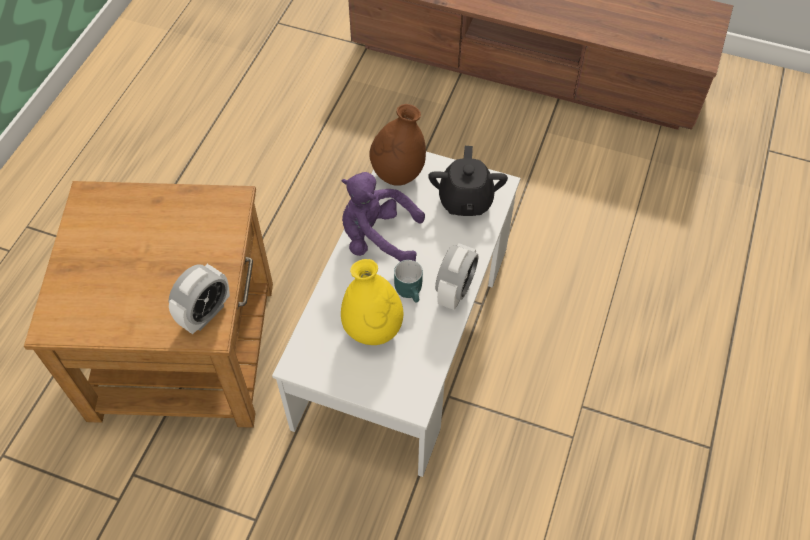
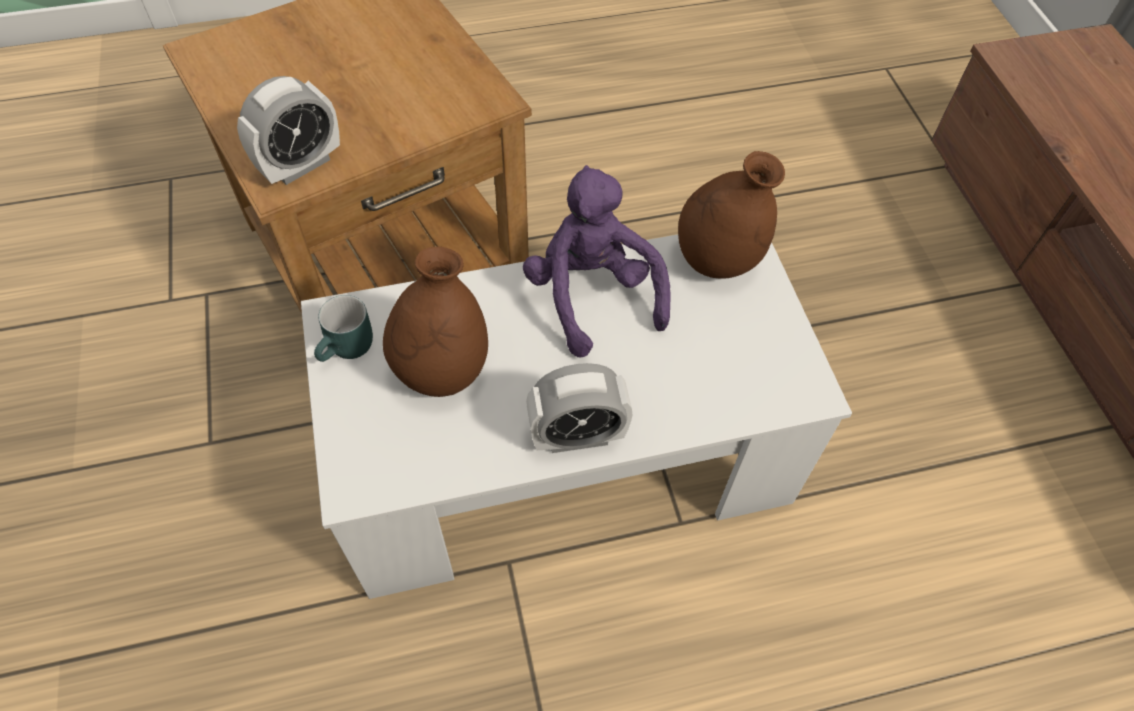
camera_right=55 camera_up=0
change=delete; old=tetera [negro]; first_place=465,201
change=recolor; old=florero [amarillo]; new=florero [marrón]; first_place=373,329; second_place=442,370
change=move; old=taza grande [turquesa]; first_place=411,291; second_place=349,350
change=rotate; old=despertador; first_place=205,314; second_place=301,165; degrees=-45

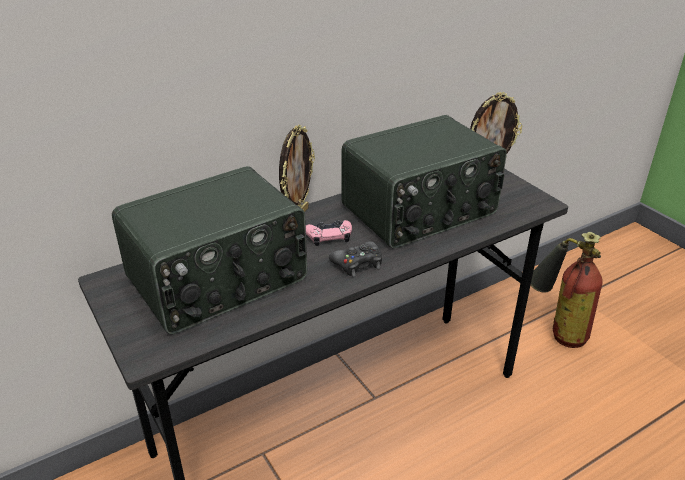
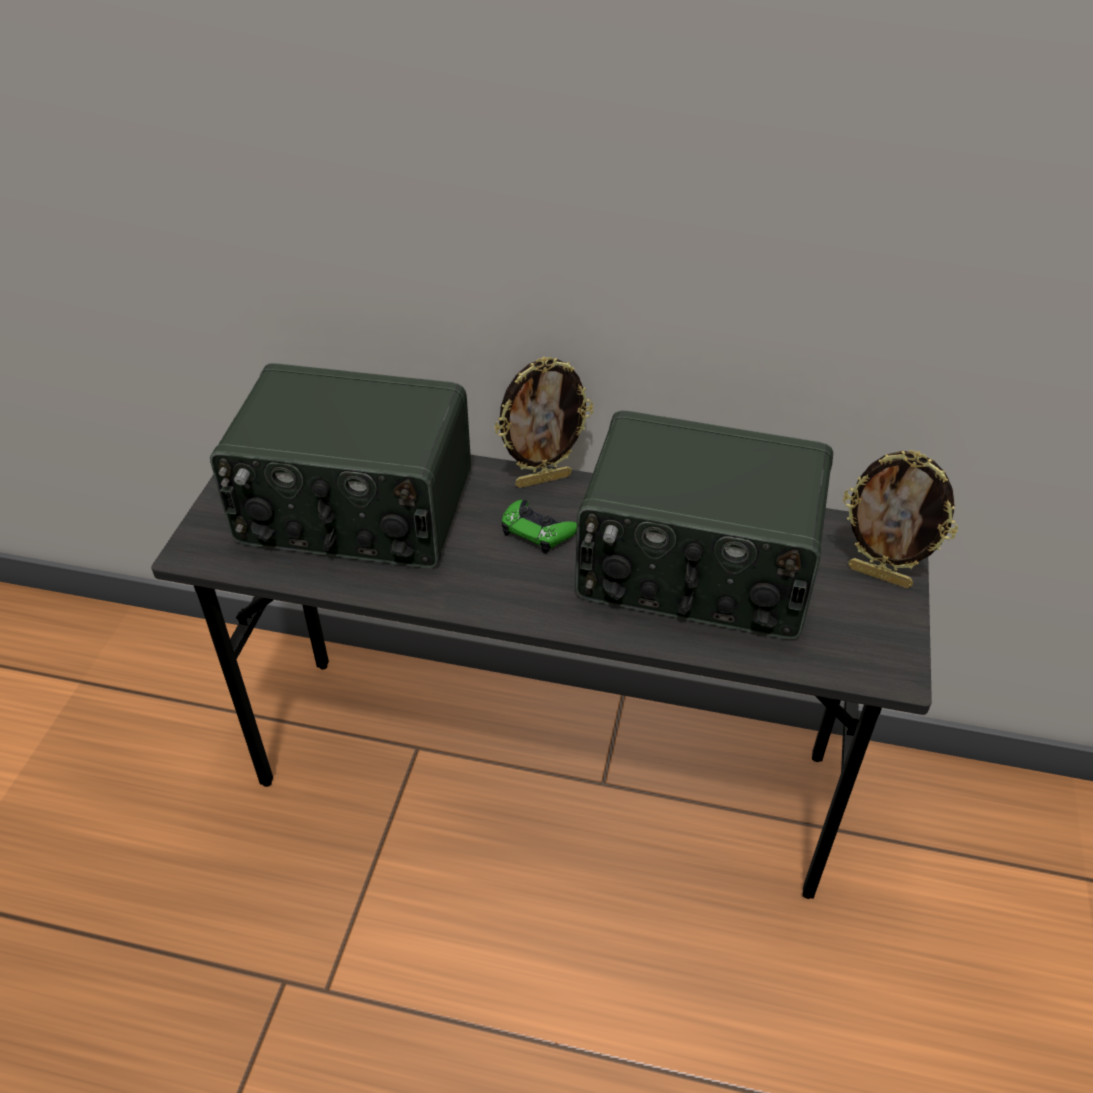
camera_right=45 camera_up=10
change=recolor; old=mando de consola [rosa]; new=mando de consola [verde]; first_place=329,236; second_place=537,531
change=delete; old=extintor; first_place=556,330
change=delete; old=mando de consola [negro]; first_place=358,264

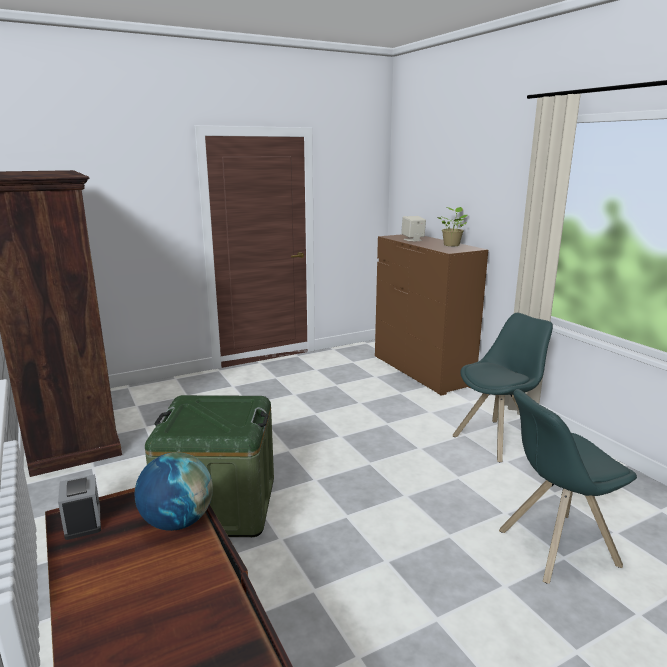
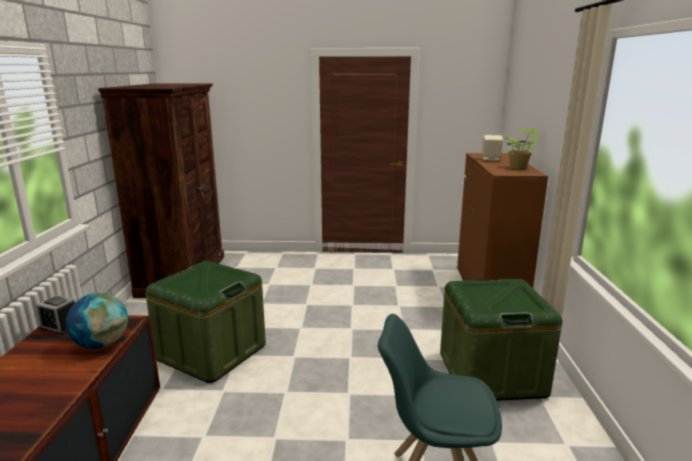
camera_right=30 camera_up=0
change=replace; old=silla [turquesa]; new=caja de almacenaje [verde]; first_place=496,439; second_place=491,374
change=rotate; old=despertador; first_place=83,522; second_place=60,327; degrees=105

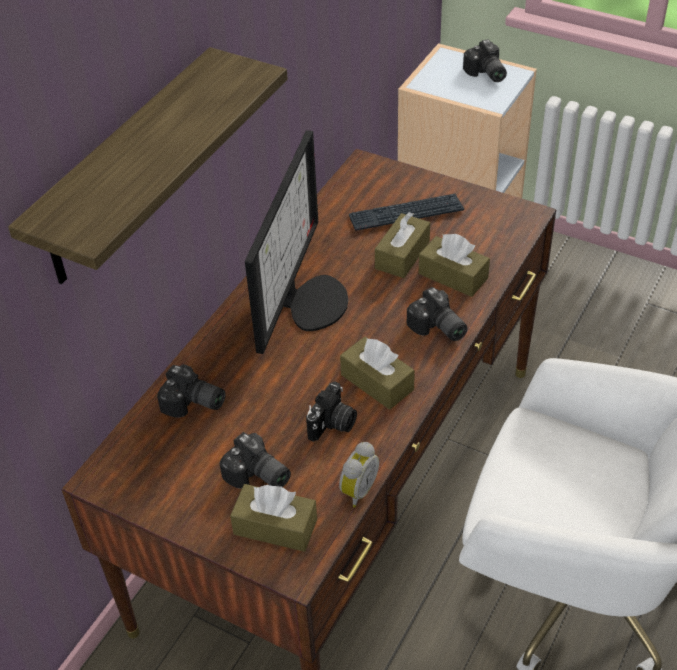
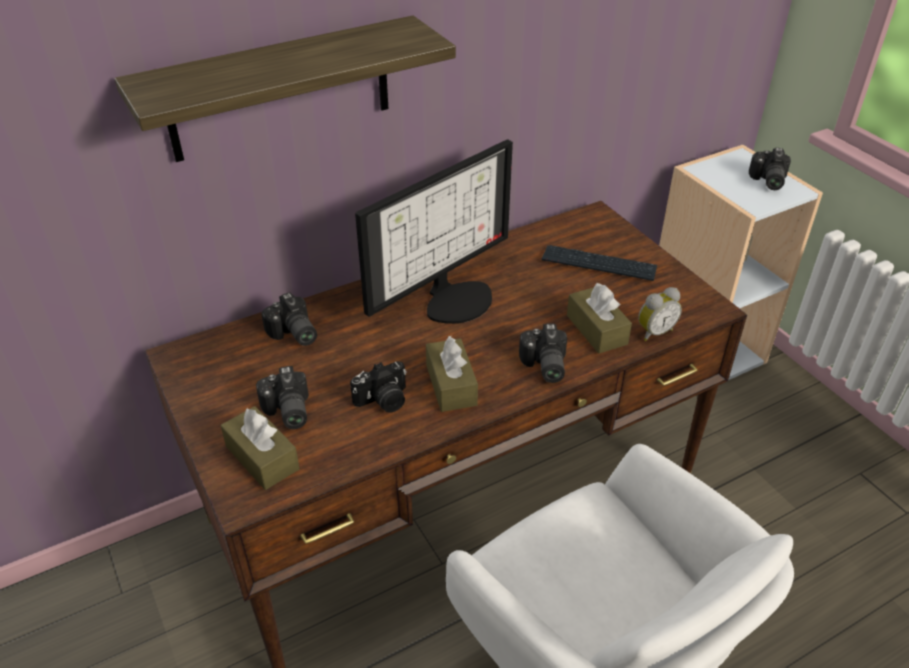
camera_right=30 camera_up=-5
change=delete; old=caja de pañuelos [marrón]; first_place=402,255
change=move; old=despertador; first_place=357,490; second_place=654,332

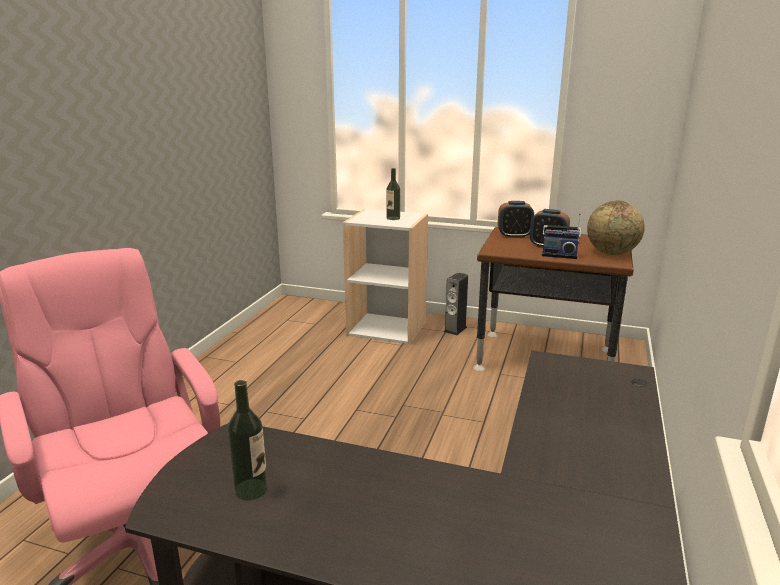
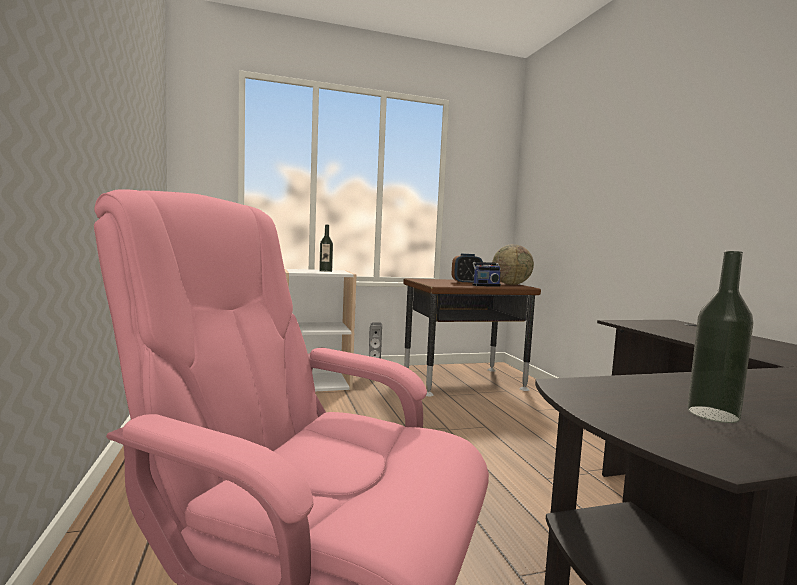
camera_right=-35 camera_up=-15
change=delete; old=despertador; first_place=514,236

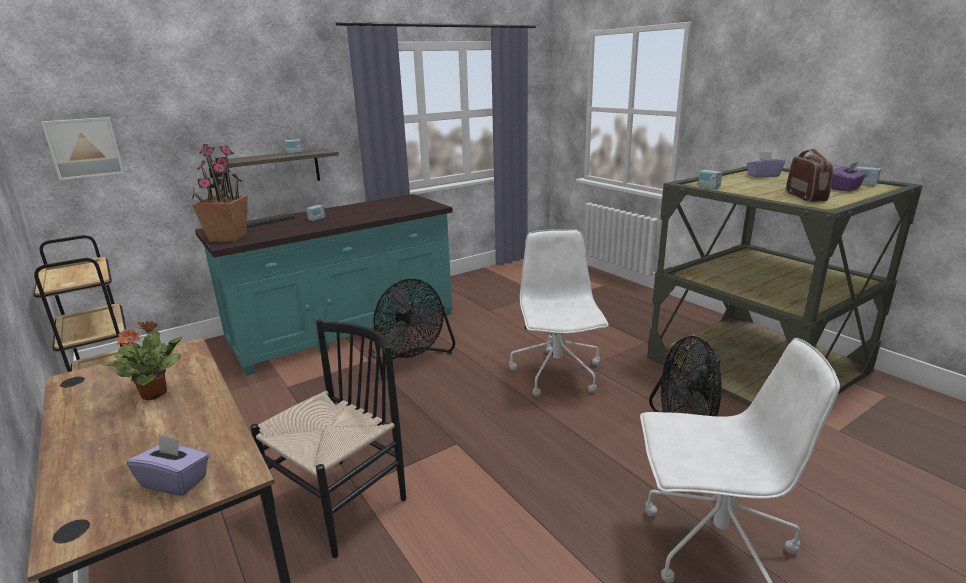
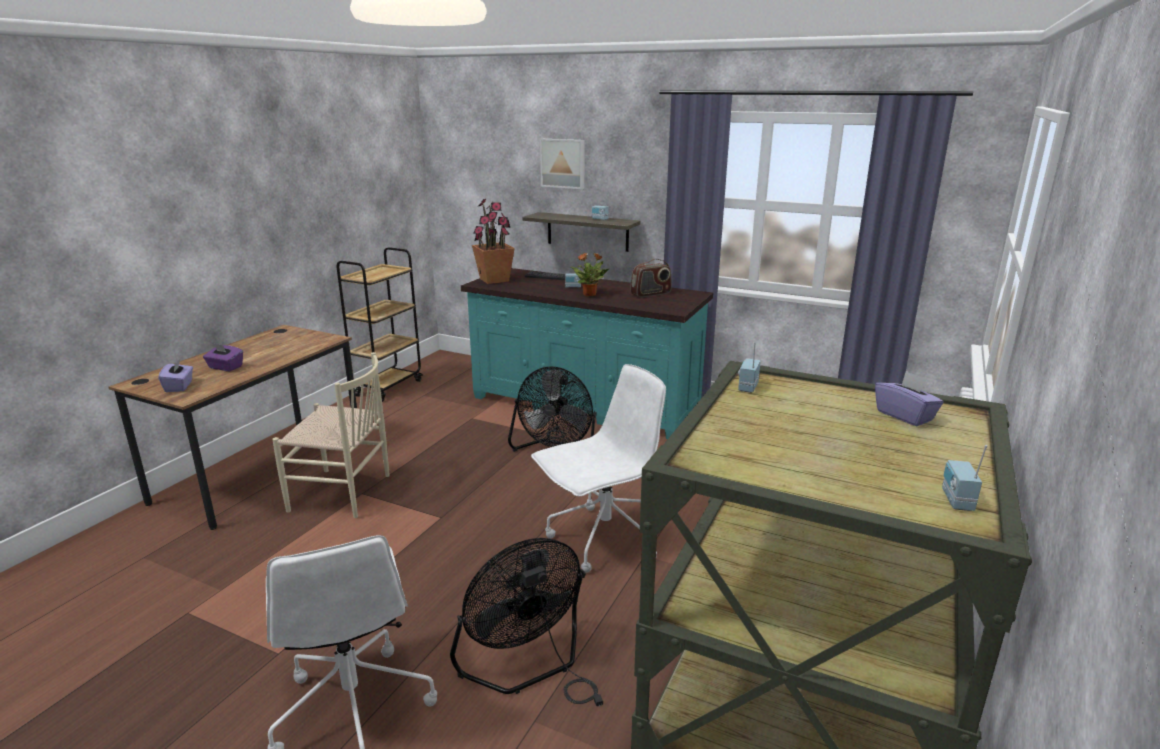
camera_right=60 camera_up=0
change=move; old=cuadro; first_place=84,148; second_place=563,163
change=move; old=radio; first_place=806,197; second_place=651,294
change=move; old=caja de pañuelos [morado]; first_place=845,188; second_place=225,367
change=recolor; old=silla [negro]; new=silla [beis]; first_place=343,501; second_place=344,494
change=move; old=planta en maceta; first_place=155,393; second_place=590,294

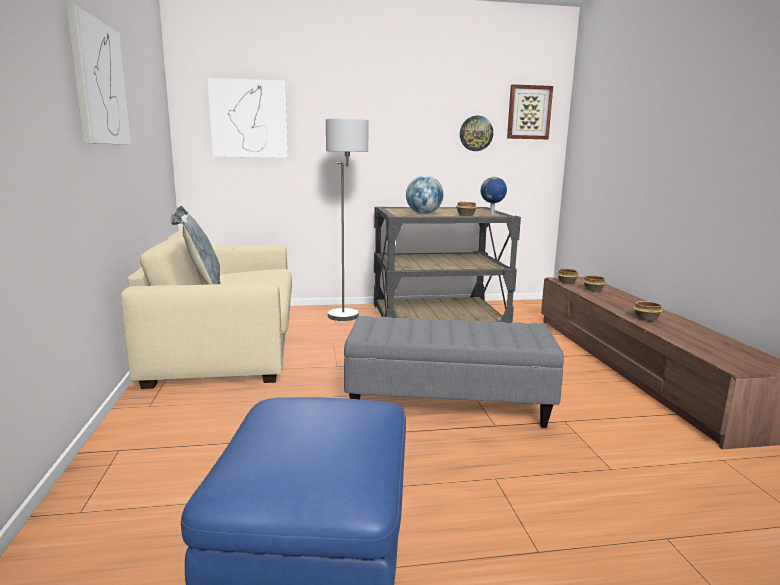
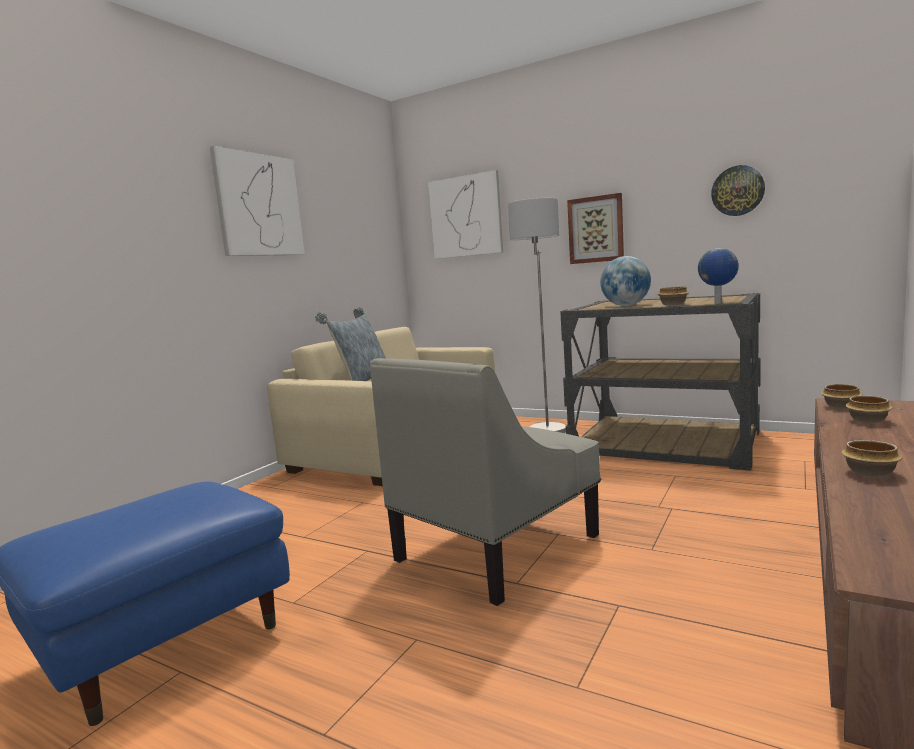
camera_right=40 camera_up=-5
change=move; old=cuadro; first_place=529,112; second_place=596,229
change=replace; old=puf [gris]; new=sillón [gris]; first_place=447,407; second_place=498,547

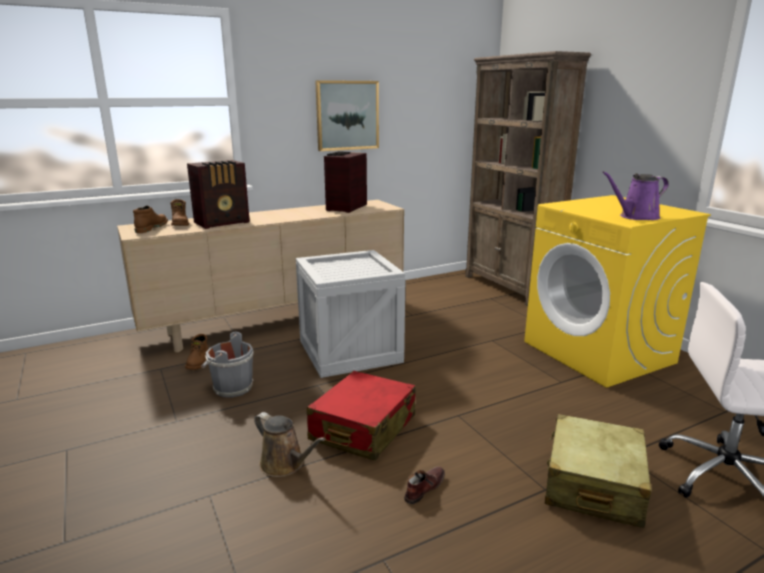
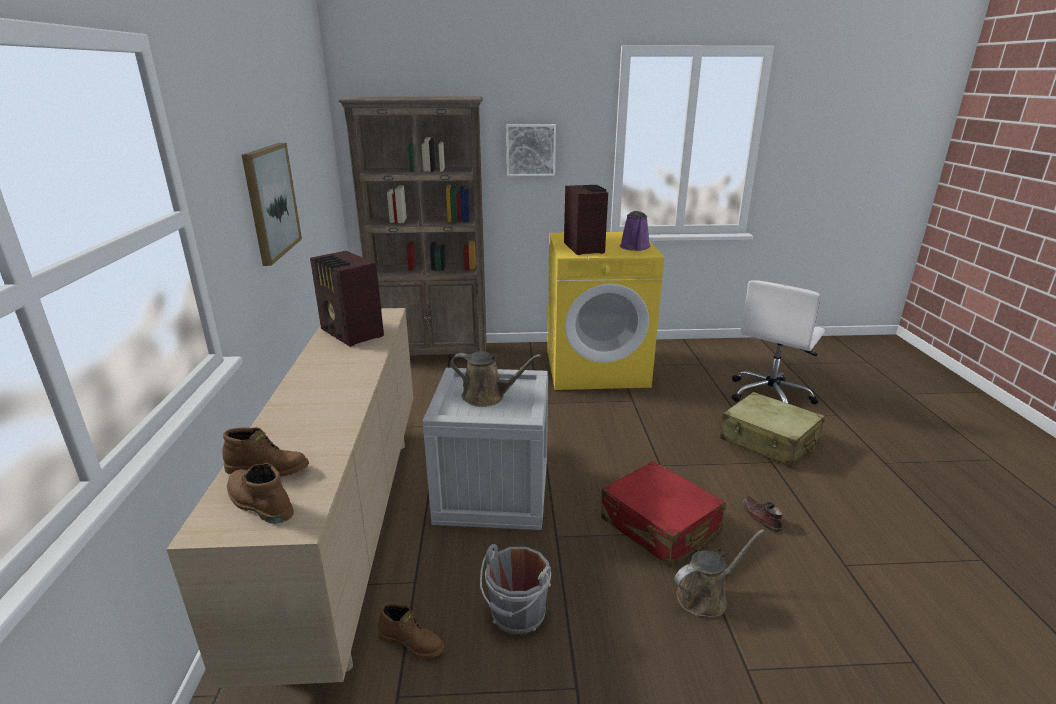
camera_right=-65 camera_up=5
change=move; old=radio; first_place=223,223; second_place=584,248
change=insert; new=cuadro; second_place=530,150
change=insert; new=regadera [marrón]; second_place=487,397

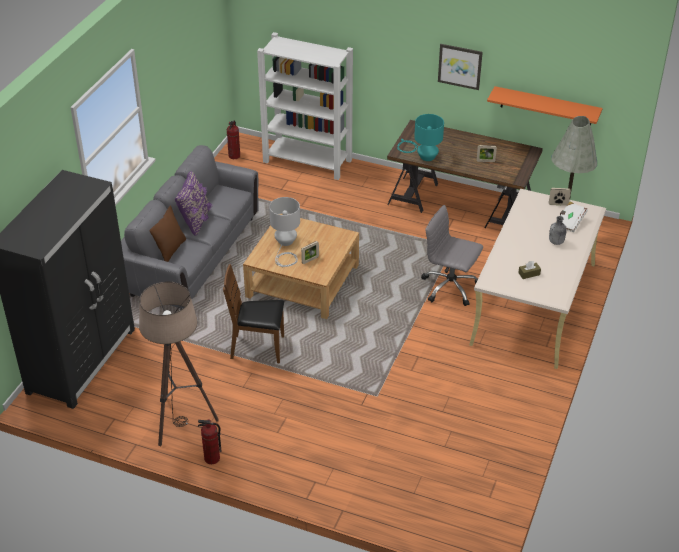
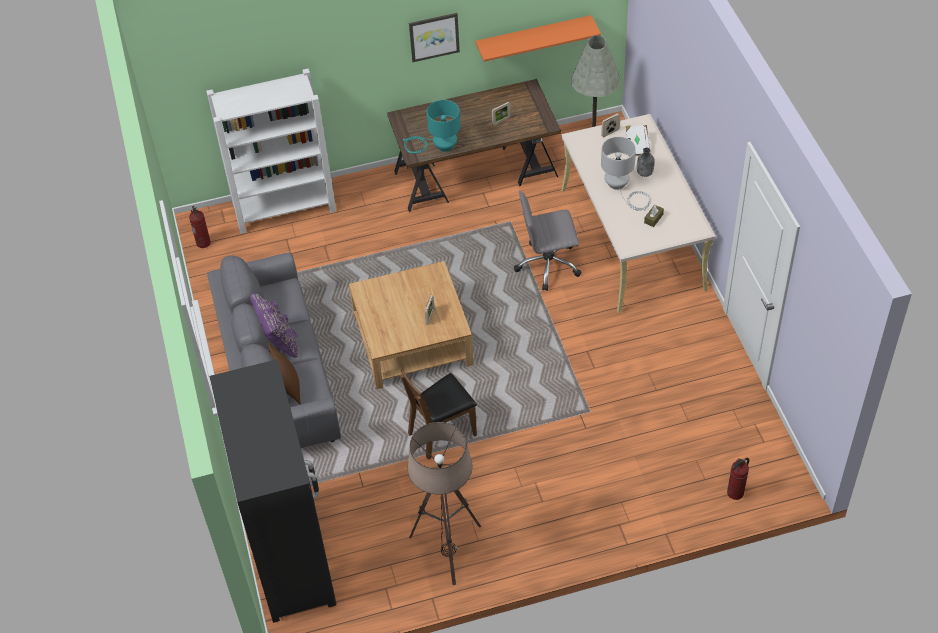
camera_right=-35 camera_up=10
change=move; old=lámpara de mesa [blanco]; first_place=285,248; second_place=625,190
change=move; old=extintor; first_place=212,458; second_place=735,493

